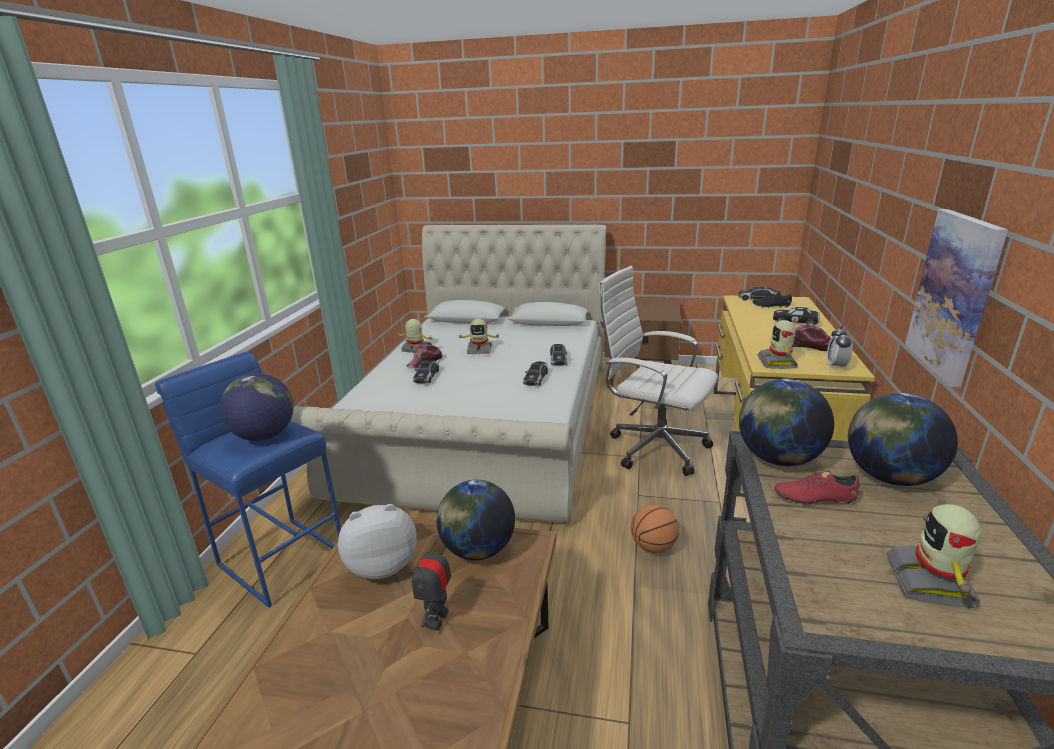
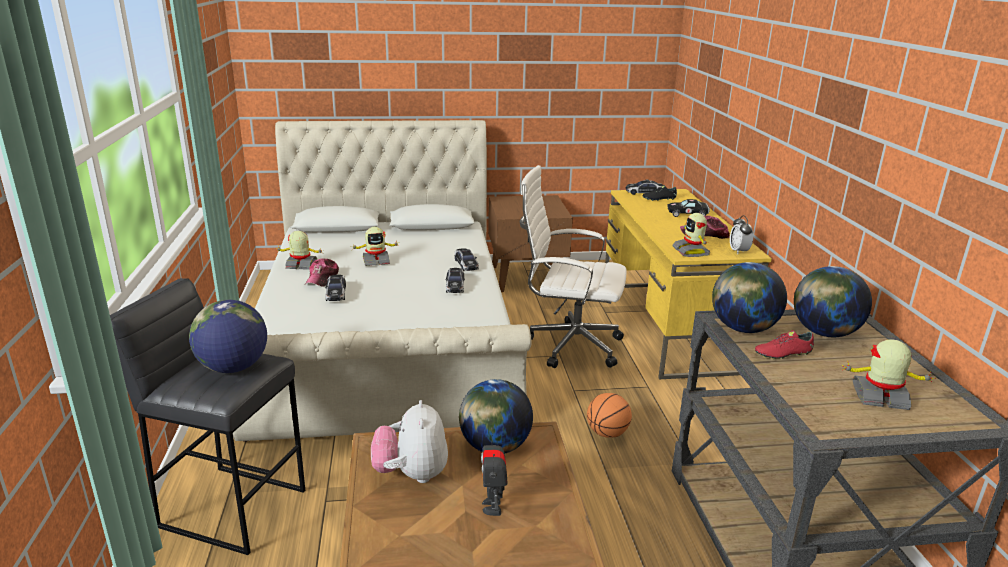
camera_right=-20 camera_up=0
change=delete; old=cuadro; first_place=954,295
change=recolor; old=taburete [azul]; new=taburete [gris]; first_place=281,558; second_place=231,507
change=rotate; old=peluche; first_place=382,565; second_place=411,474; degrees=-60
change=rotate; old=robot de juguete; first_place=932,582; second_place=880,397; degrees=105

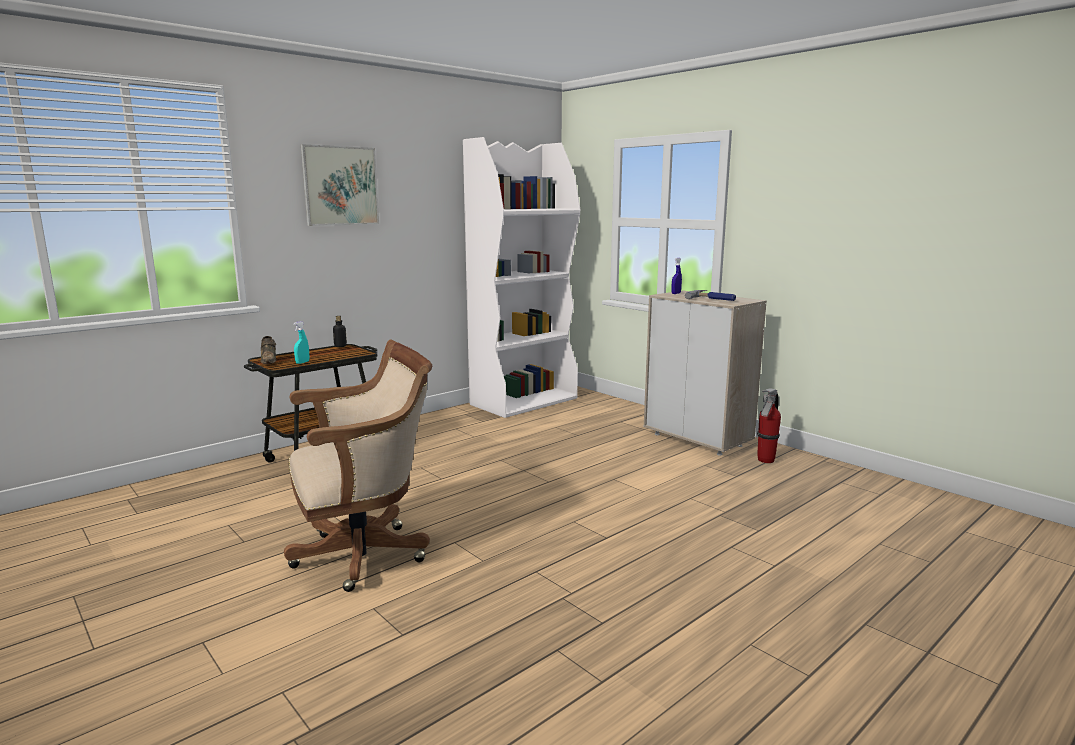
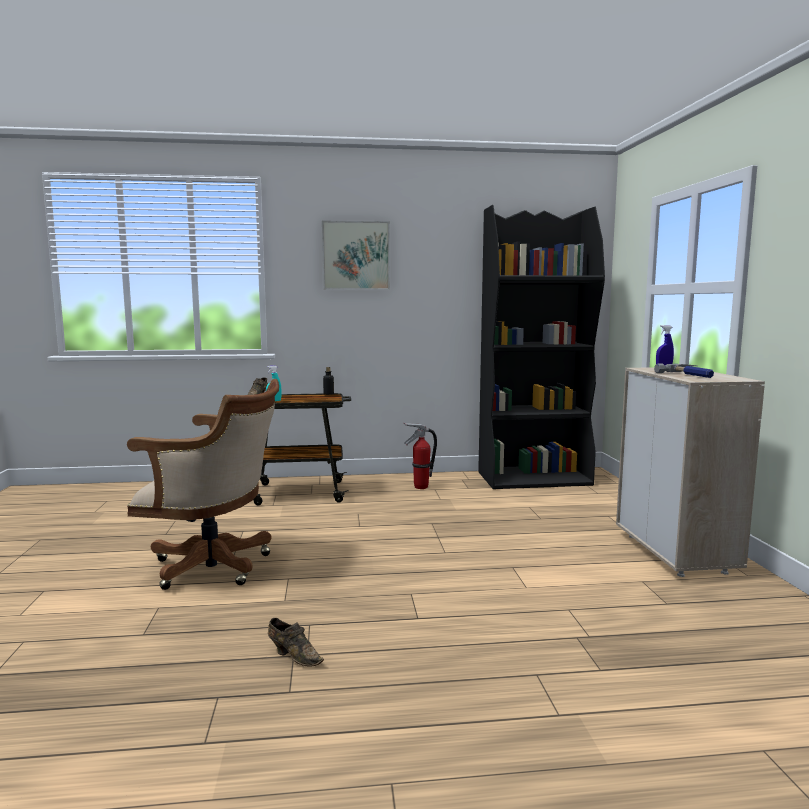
camera_right=35 camera_up=-5
change=recolor; old=estantería [blanco]; new=estantería [negro]; first_place=524,401; second_place=534,478
change=move; old=extintor; first_place=765,460; second_place=420,487
change=insert; new=zapato [marrón]; second_place=294,656

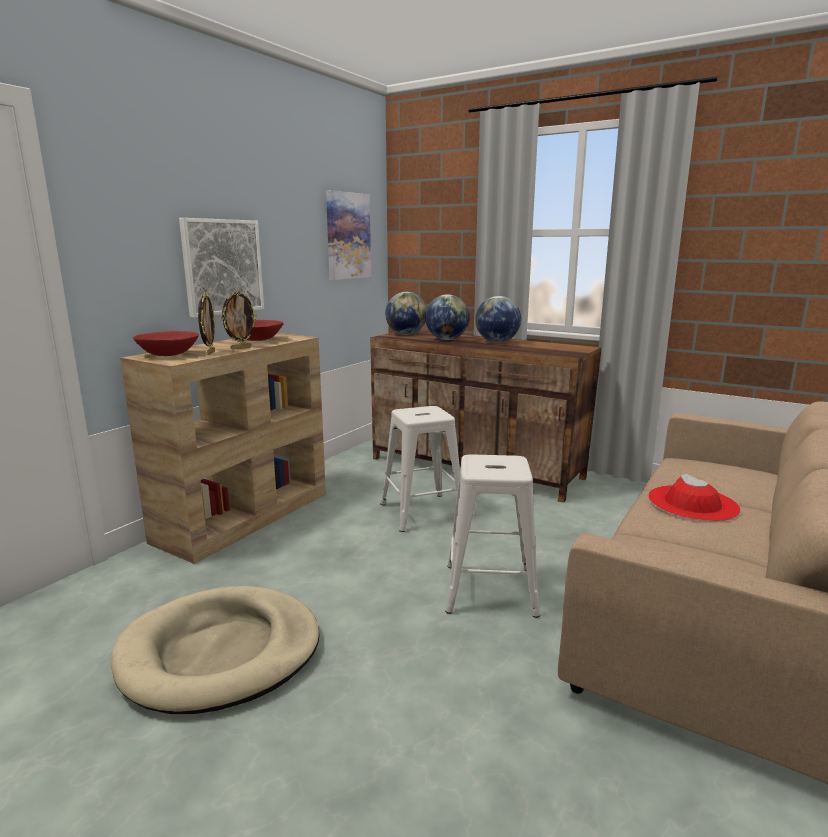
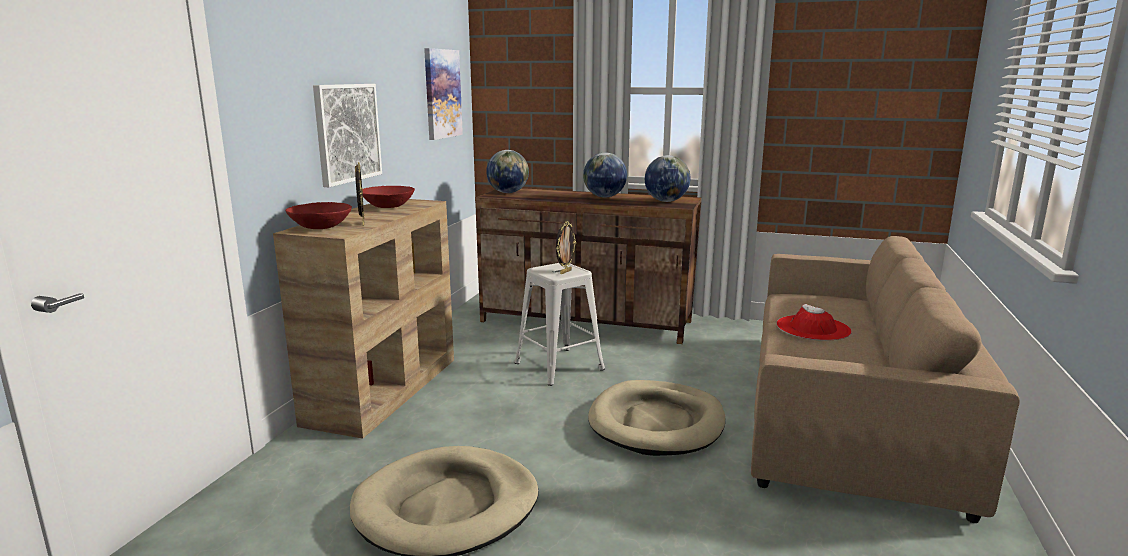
camera_right=-15 camera_up=0
change=move; old=portarretratos; first_place=241,348; second_place=565,272
change=move; old=globo terráqueo; first_place=446,339; second_place=666,201
change=replace; old=taburete [blanco]; new=cama para perro [beis]; first_place=490,589; second_place=657,423

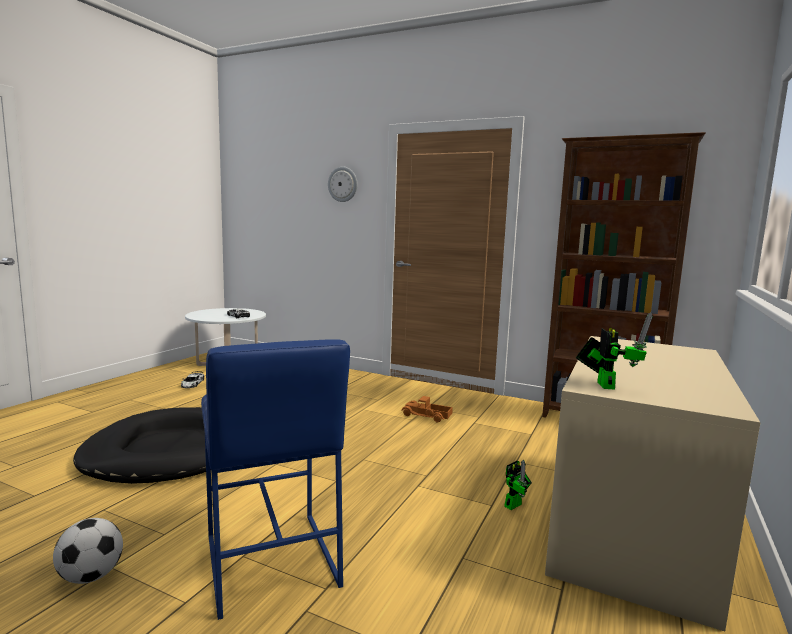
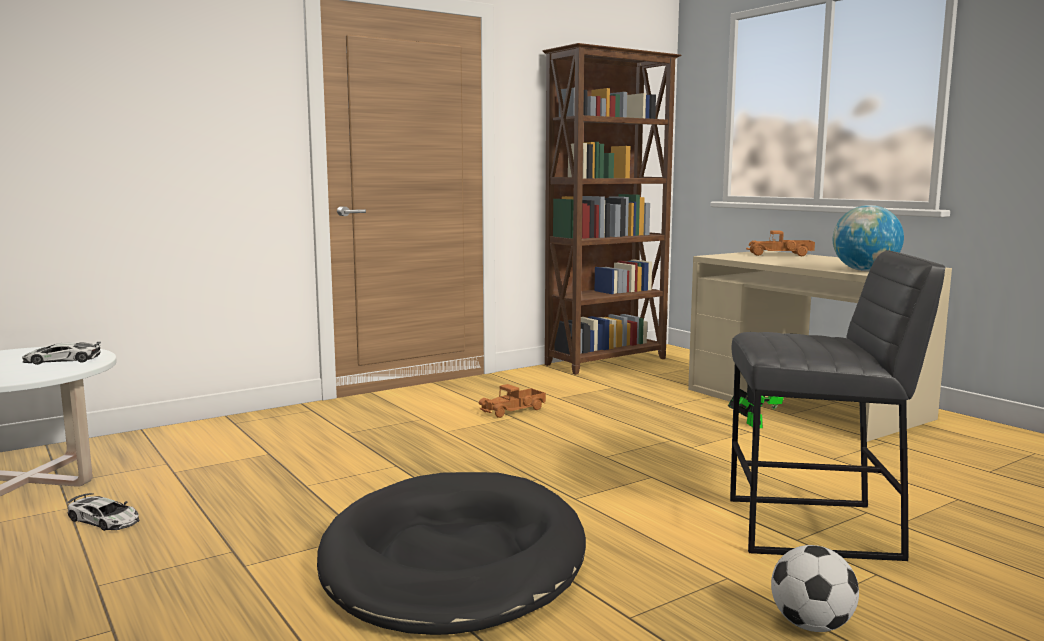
camera_right=-60 camera_up=0
change=delete; old=reloj de pared; first_place=343,184
change=replace; old=robot de juguete; new=globo terráqueo; first_place=604,384; second_place=865,271
change=recolor; old=taburete [azul]; new=taburete [gris]; first_place=271,562; second_place=815,528
change=insert; new=camión de juguete; second_place=780,255

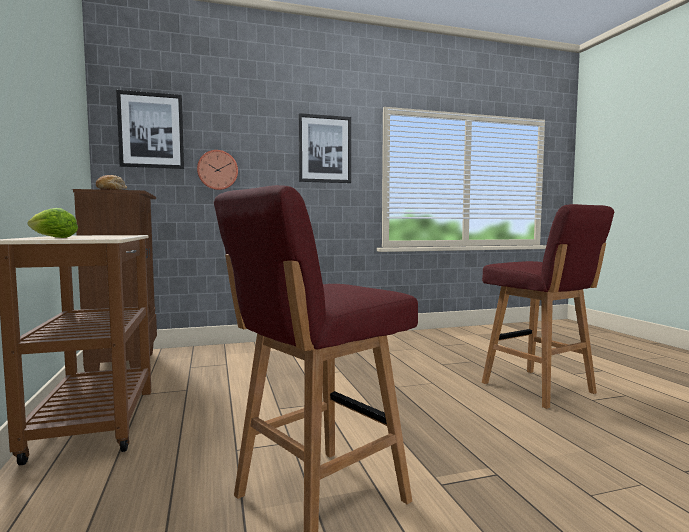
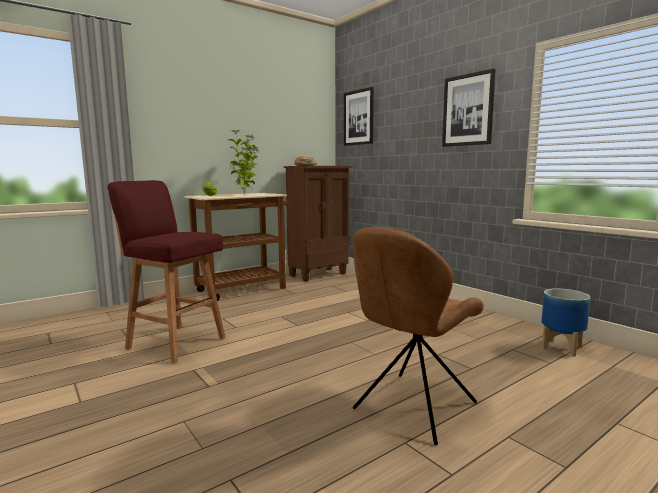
camera_right=70 camera_up=5
change=delete; old=reloj de pared; first_place=217,170
change=replace; old=taburete [rojo]; new=silla [marrón]; first_place=539,389; second_place=412,408
change=insert; new=planta en maceta; second_place=245,194
change=insert; new=maceta; second_place=561,348

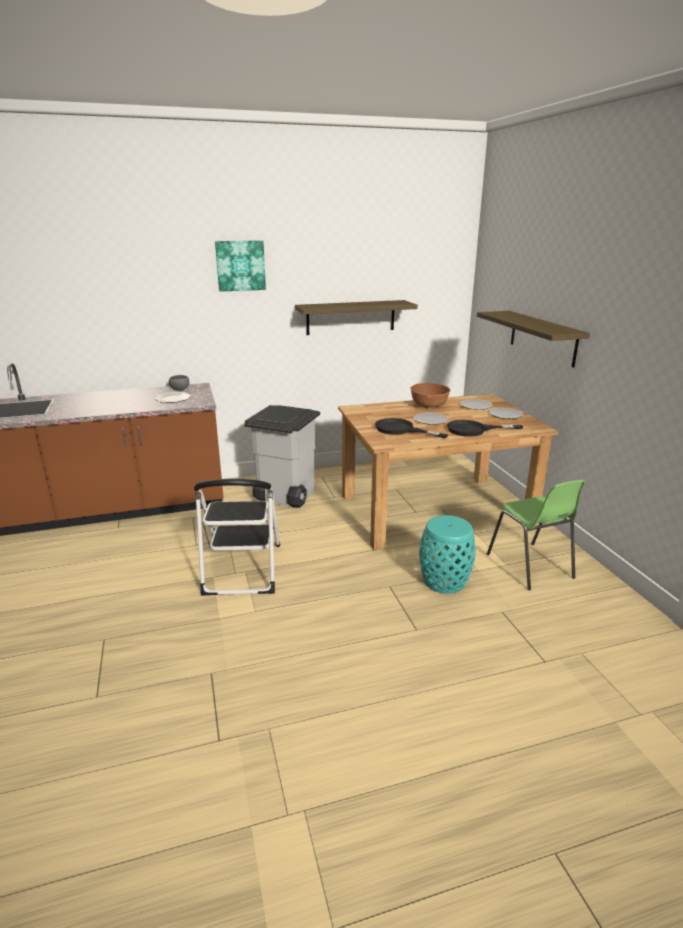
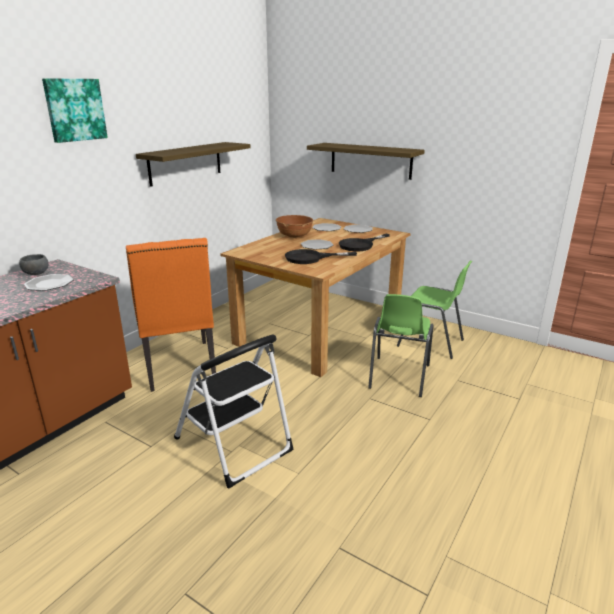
camera_right=-40 camera_up=0
change=replace; old=papelera [gris]; new=silla [naranja]; first_place=284,497; second_place=179,364
change=replace; old=taburete [turquesa]; new=silla [verde]; first_place=444,581; second_place=398,377

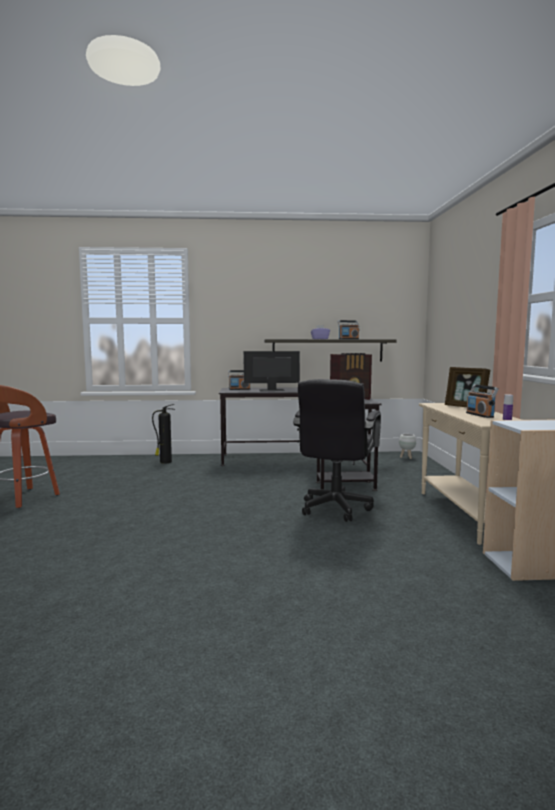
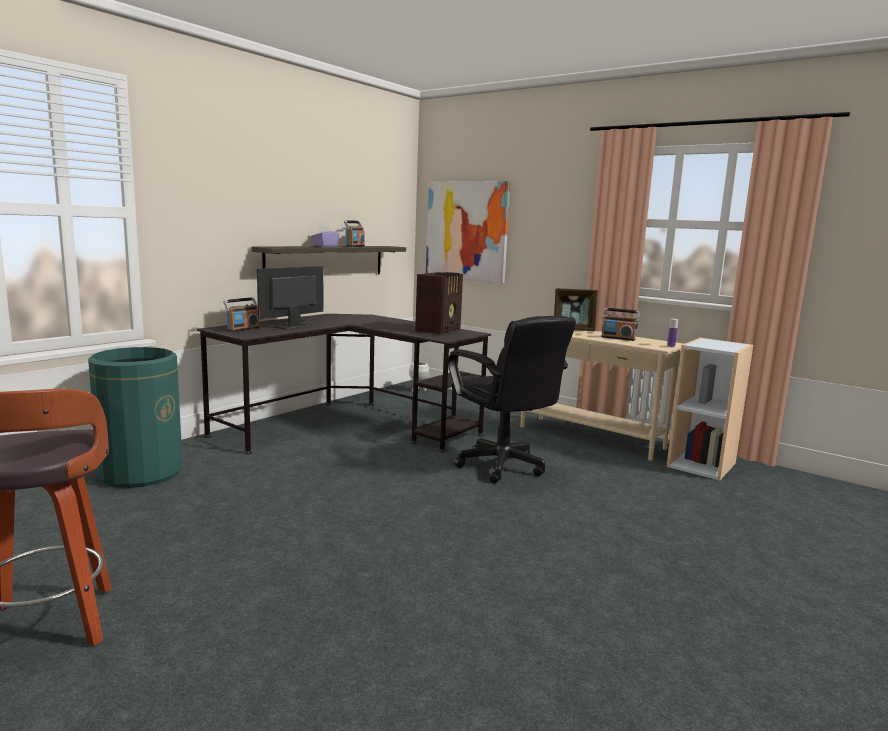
camera_right=-50 camera_up=5
change=replace; old=extintor; new=papelera [verde]; first_place=165,462; second_place=141,473
change=insert; new=cuadro; second_place=466,231

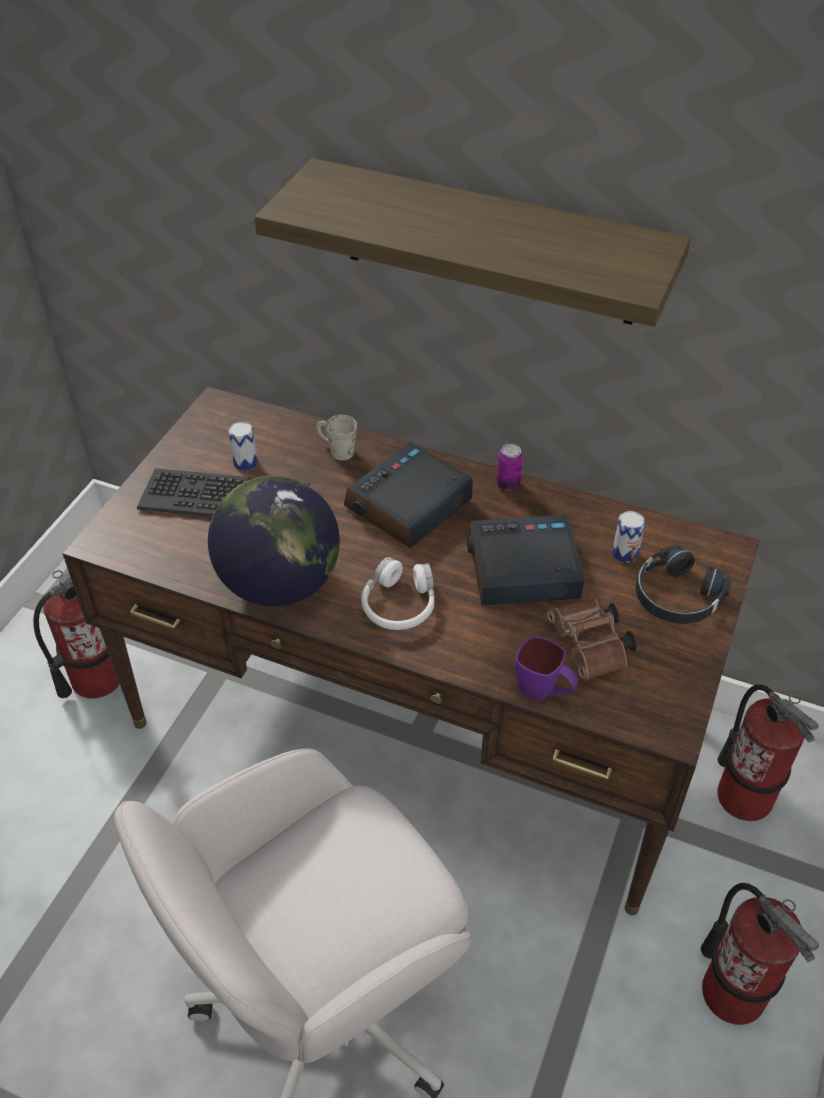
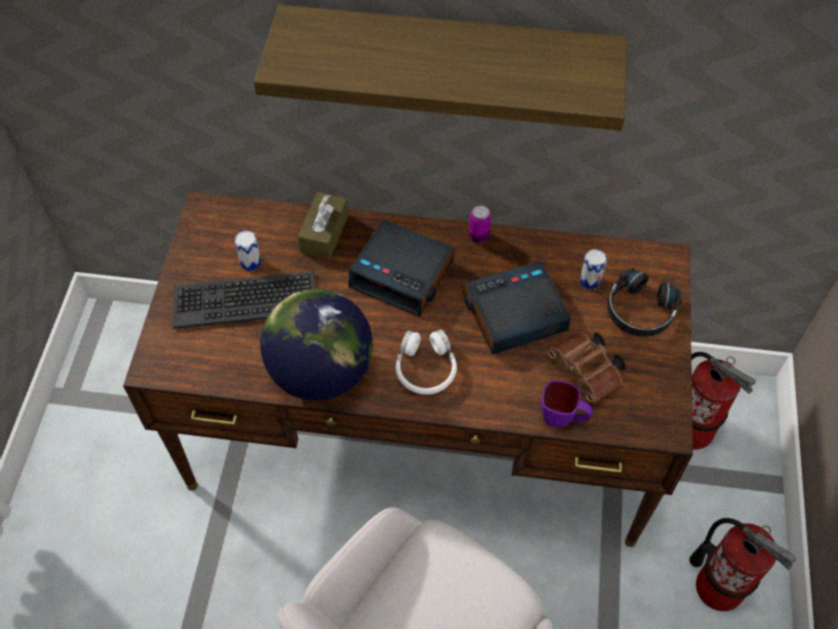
camera_right=-15 camera_up=10
change=replace; old=taza grande [blanco]; new=caja de pañuelos [marrón]; first_place=336,450; second_place=324,233
change=rotate; old=despertador; first_place=408,505; second_place=403,274; degrees=-90
change=delete; old=extintor; first_place=96,678

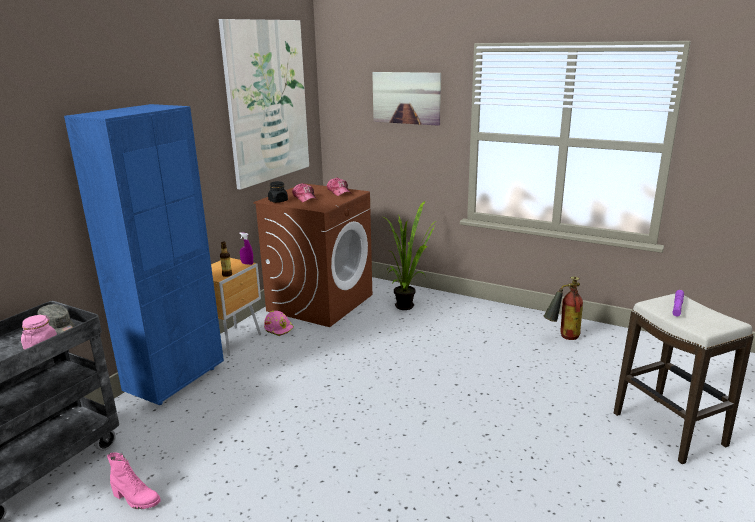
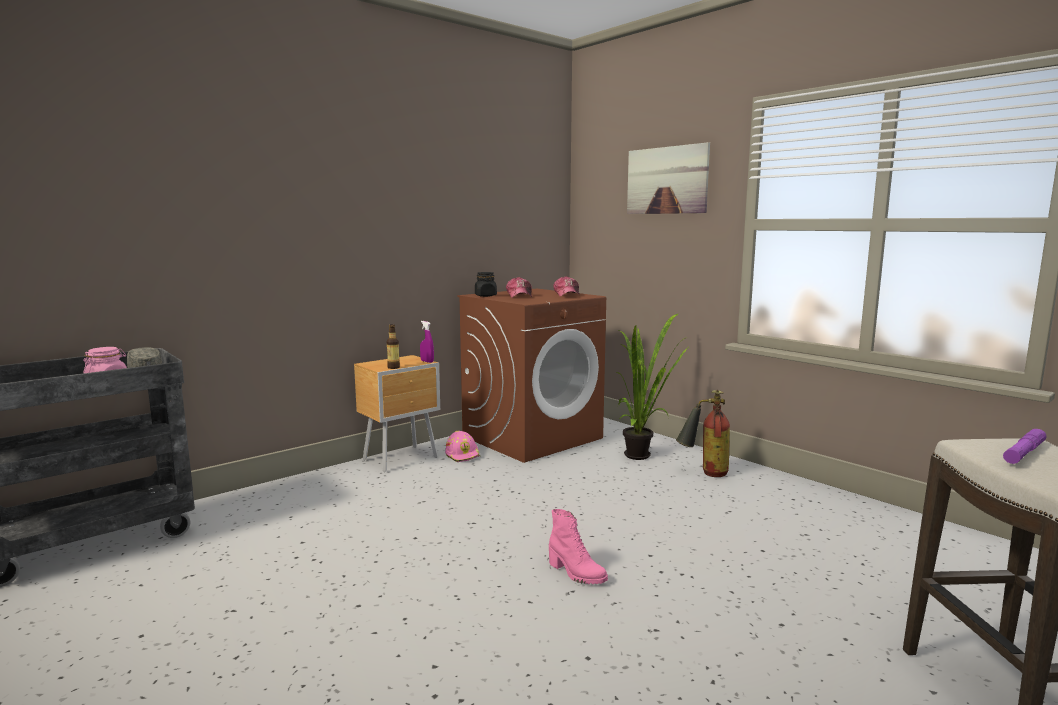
camera_right=20 camera_up=-10
change=delete; old=cuadro; first_place=267,102
change=delete; old=armario [azul]; first_place=177,381
change=move; old=extintor; first_place=562,337; second_place=704,473
change=move; old=bota [rosa]; first_place=136,499; second_place=576,573

